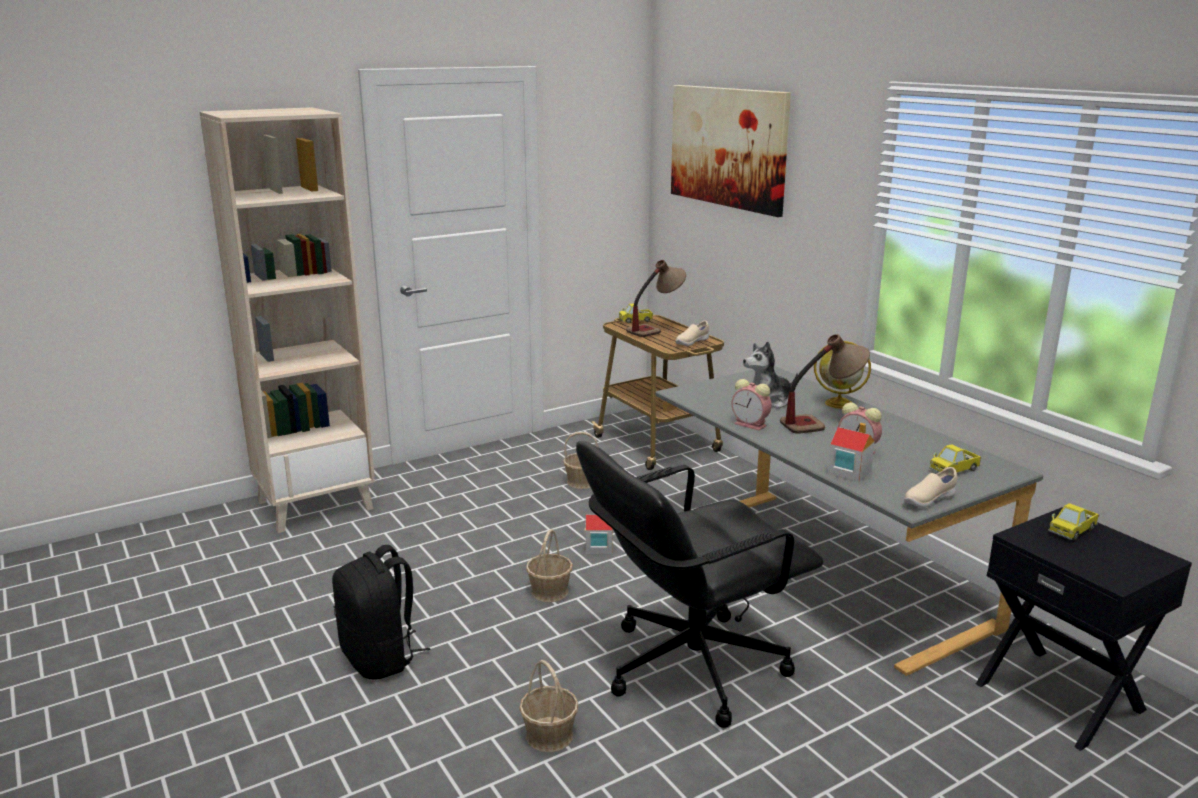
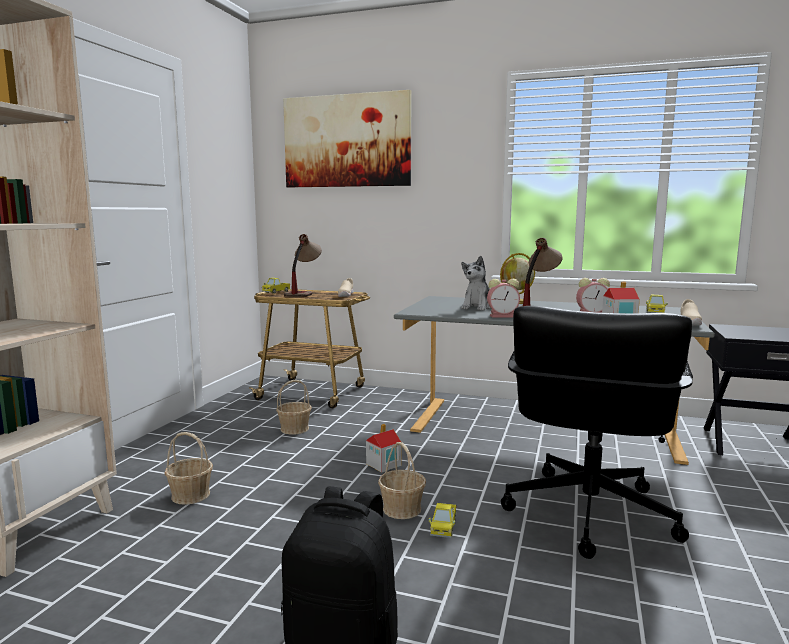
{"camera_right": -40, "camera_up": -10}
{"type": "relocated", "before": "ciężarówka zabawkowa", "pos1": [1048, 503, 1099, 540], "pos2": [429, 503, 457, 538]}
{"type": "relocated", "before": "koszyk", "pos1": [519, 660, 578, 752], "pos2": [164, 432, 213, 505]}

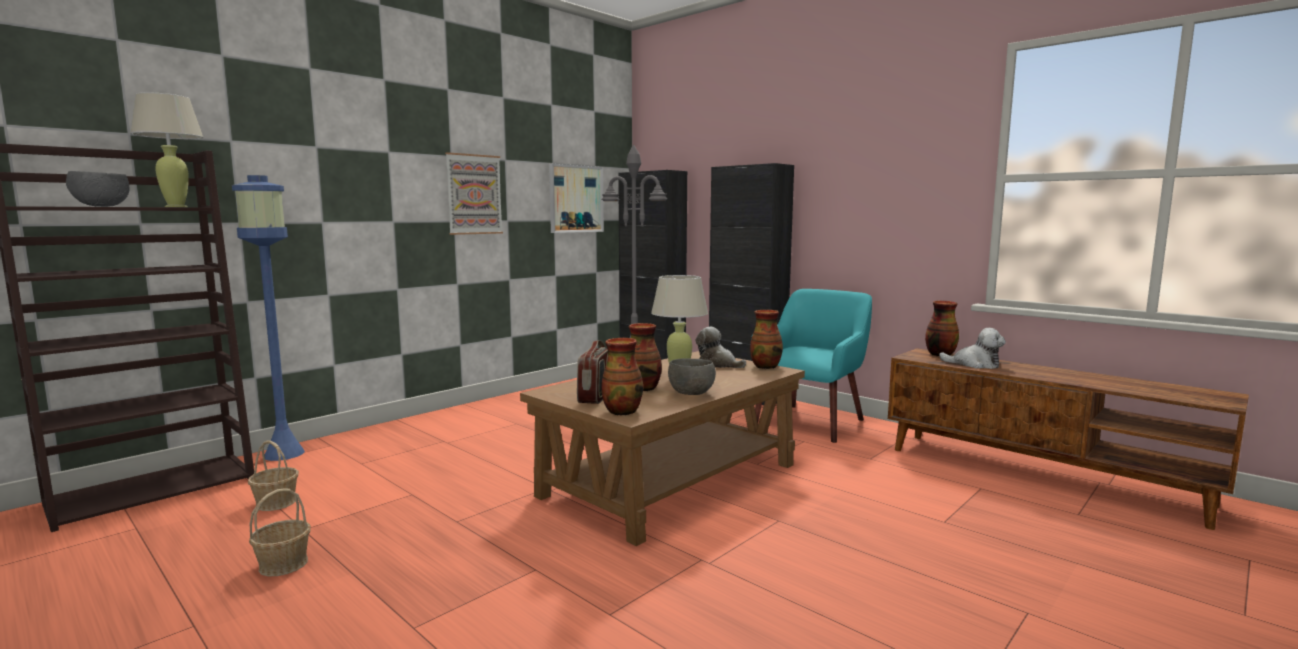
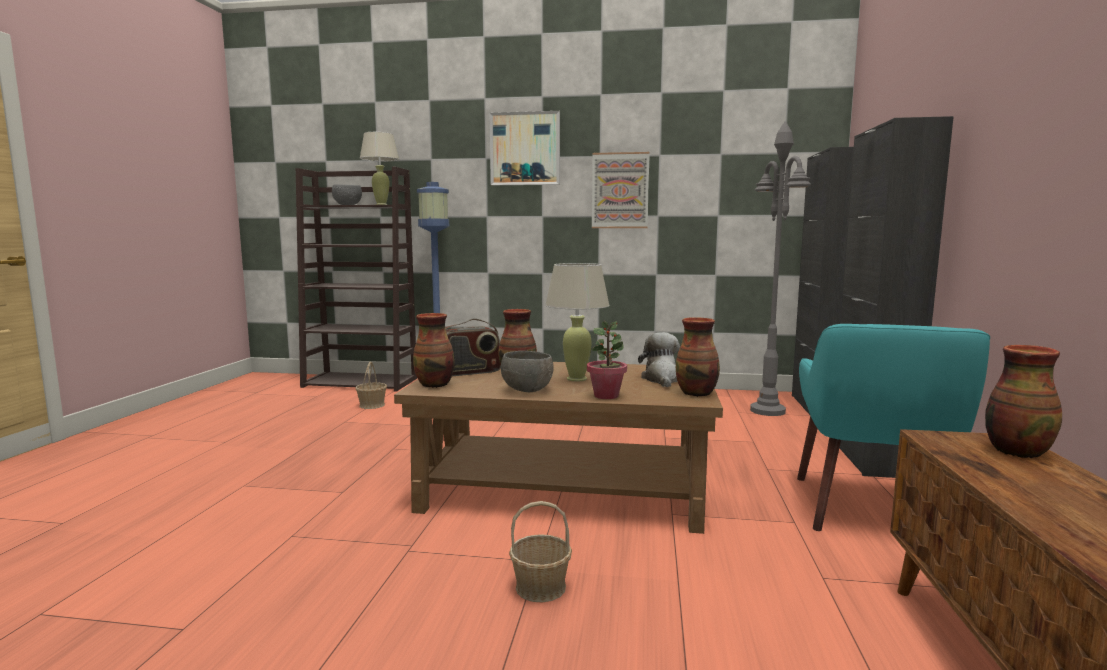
{"camera_right": 55, "camera_up": 0}
{"type": "relocated", "before": "obraz", "pos1": [549, 164, 604, 233], "pos2": [489, 111, 560, 185]}
{"type": "spun", "before": "fotel [turkusowy]", "pos1": [751, 289, 872, 443], "pos2": [797, 324, 990, 531], "turn": 105}
{"type": "missing", "before": "pluszak", "pos1": [939, 328, 1006, 369]}
{"type": "relocated", "before": "koszyk", "pos1": [249, 488, 311, 576], "pos2": [509, 501, 572, 603]}
{"type": "appeared", "after": "roślina doniczkowa", "pos2": [587, 321, 627, 399]}

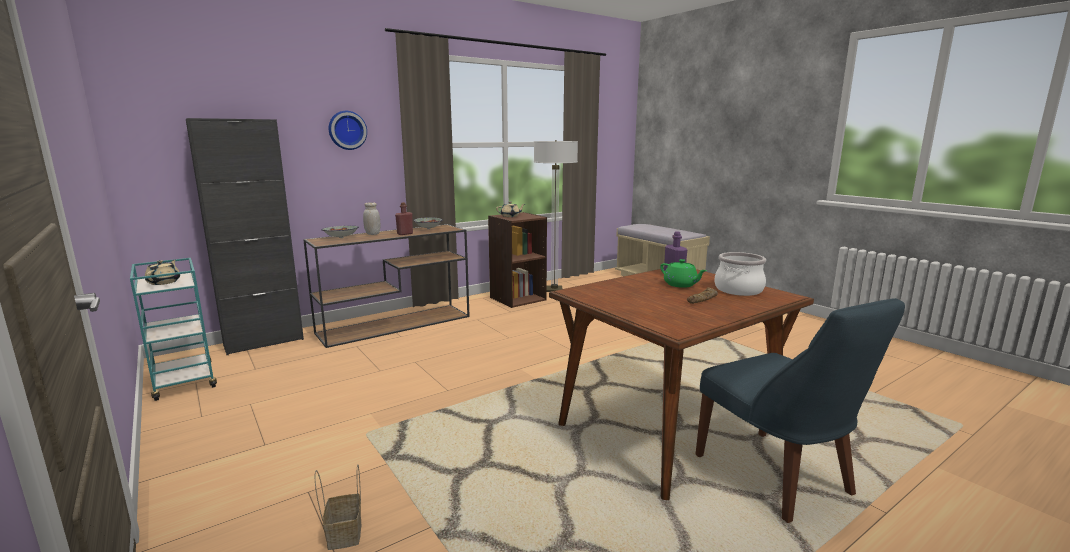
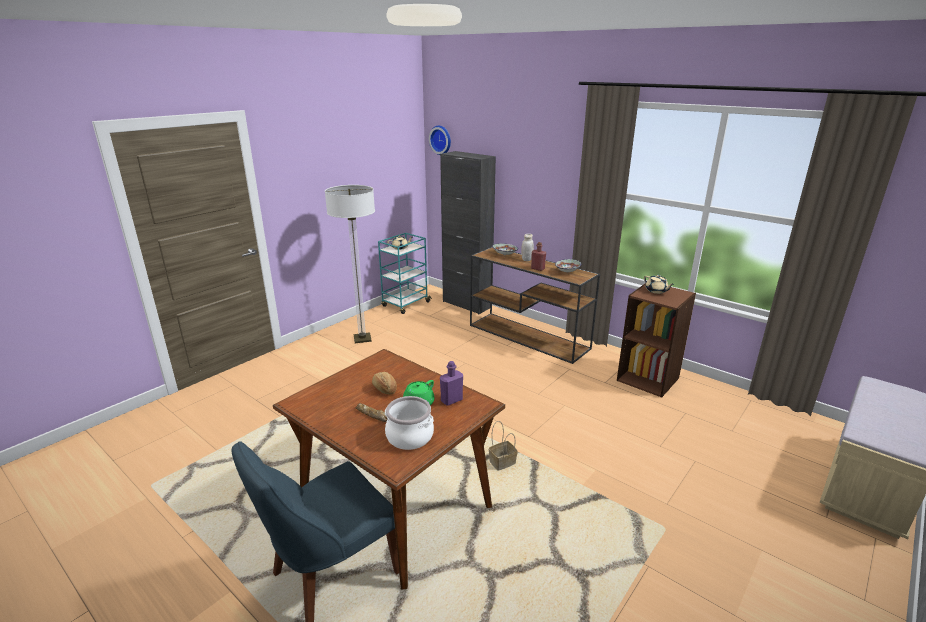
{"camera_right": 75, "camera_up": 10}
{"type": "relocated", "before": "zegar ścienny", "pos1": [329, 111, 367, 150], "pos2": [429, 126, 451, 155]}
{"type": "relocated", "before": "lampa stojąca", "pos1": [534, 140, 578, 292], "pos2": [325, 185, 375, 343]}
{"type": "relocated", "before": "koszyk", "pos1": [315, 464, 361, 550], "pos2": [489, 421, 518, 471]}
{"type": "appeared", "after": "chleb", "pos2": [372, 372, 397, 395]}

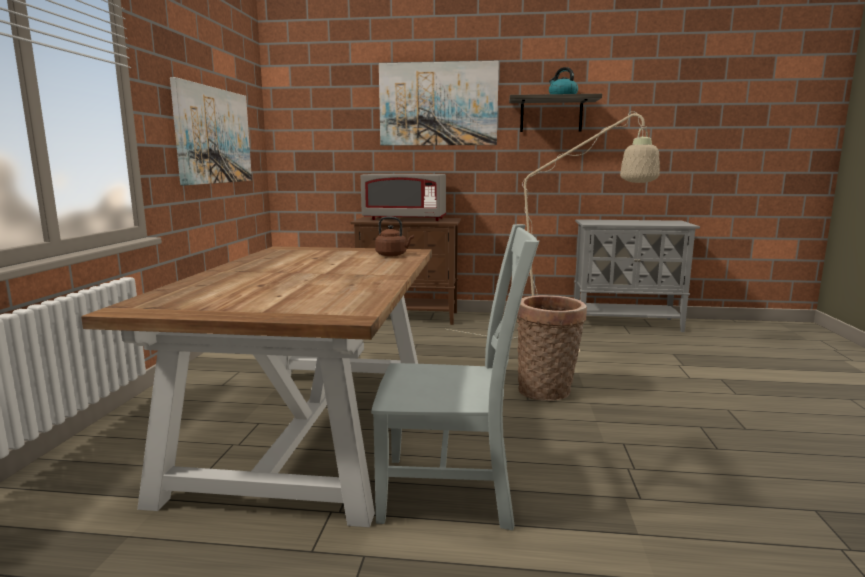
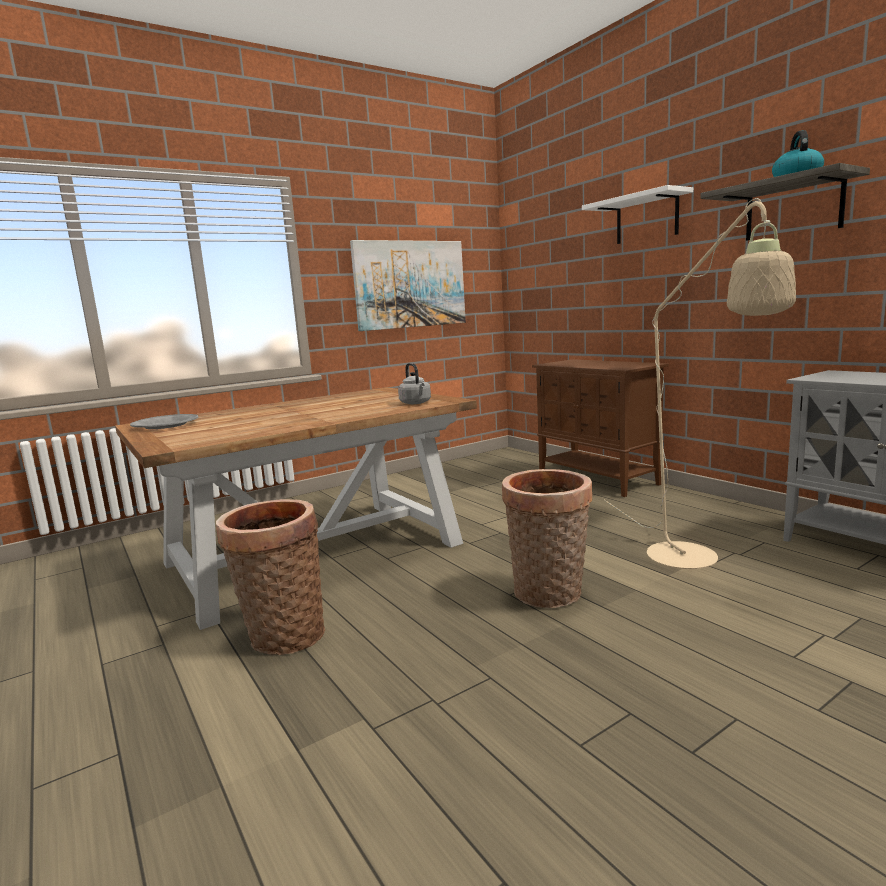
{"camera_right": 50, "camera_up": 0}
{"type": "exchanged", "before": "obraz", "after": "półka [biały]", "pos1": [379, 61, 499, 146], "pos2": [582, 185, 693, 244]}
{"type": "missing", "before": "mikrofalówka [szary]", "pos1": [361, 174, 446, 221]}
{"type": "colour", "before": "czajnik [brązowy]", "after": "czajnik [szary]", "pos1": [375, 216, 414, 256], "pos2": [398, 363, 431, 404]}
{"type": "exchanged", "before": "krzesło [szary]", "after": "koszyk", "pos1": [371, 224, 539, 531], "pos2": [216, 499, 325, 655]}
{"type": "appeared", "after": "talerz [szary]", "pos2": [130, 414, 198, 429]}

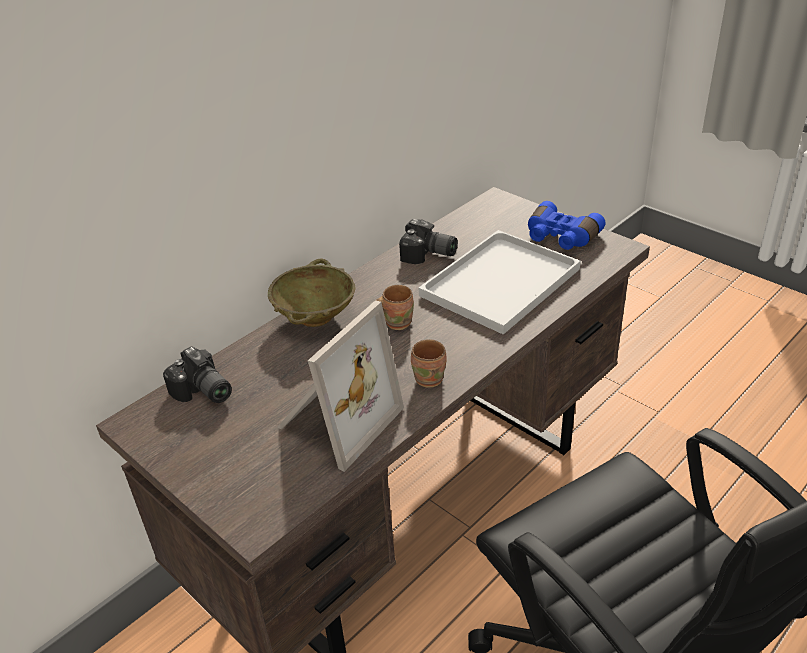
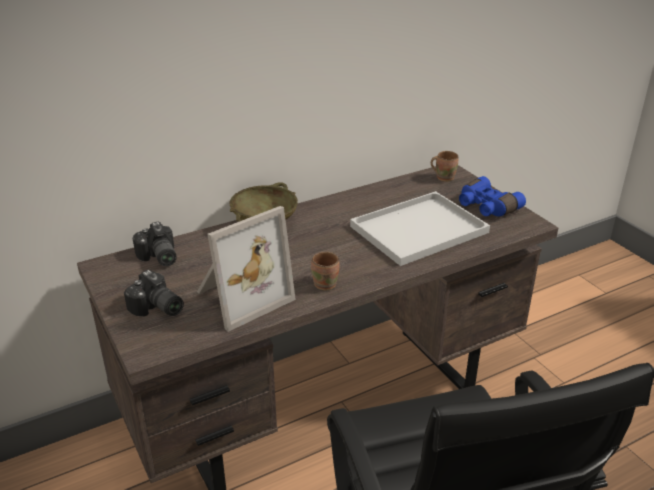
{"camera_right": 15, "camera_up": -5}
{"type": "relocated", "before": "aparat fotograficzny", "pos1": [399, 219, 458, 264], "pos2": [124, 270, 184, 316]}
{"type": "relocated", "before": "kubek [brązowy]", "pos1": [376, 285, 414, 330], "pos2": [431, 151, 458, 182]}

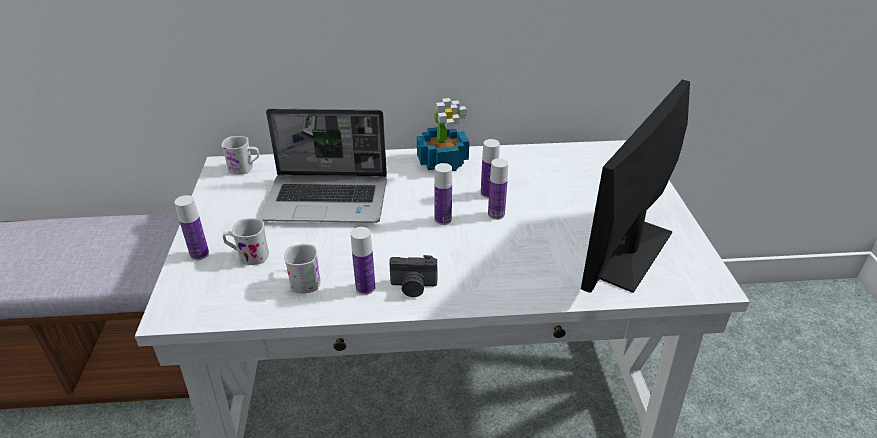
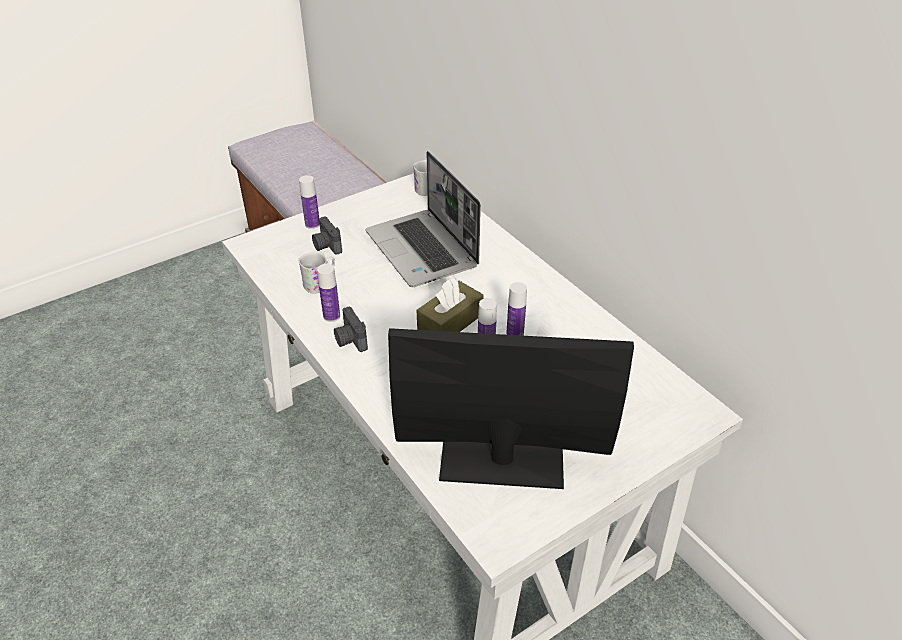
{"camera_right": 60, "camera_up": 5}
{"type": "missing", "before": "roślina doniczkowa", "pos1": [417, 98, 469, 171]}
{"type": "exchanged", "before": "butelka", "after": "pudełko chusteczek [brązowy]", "pos1": [434, 163, 452, 225], "pos2": [417, 278, 484, 332]}
{"type": "exchanged", "before": "kubek [biały]", "after": "aparat fotograficzny", "pos1": [223, 218, 269, 265], "pos2": [312, 217, 342, 255]}

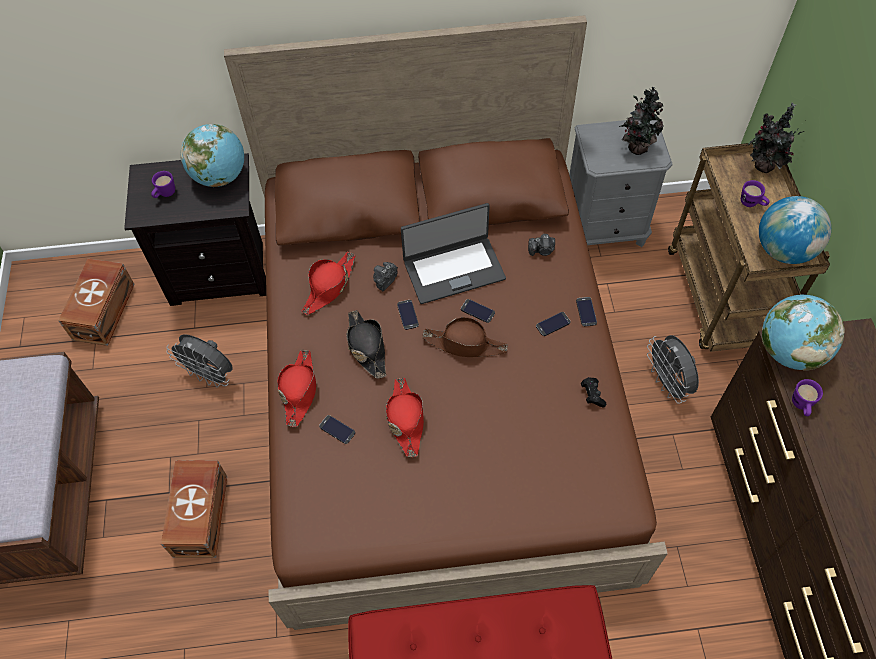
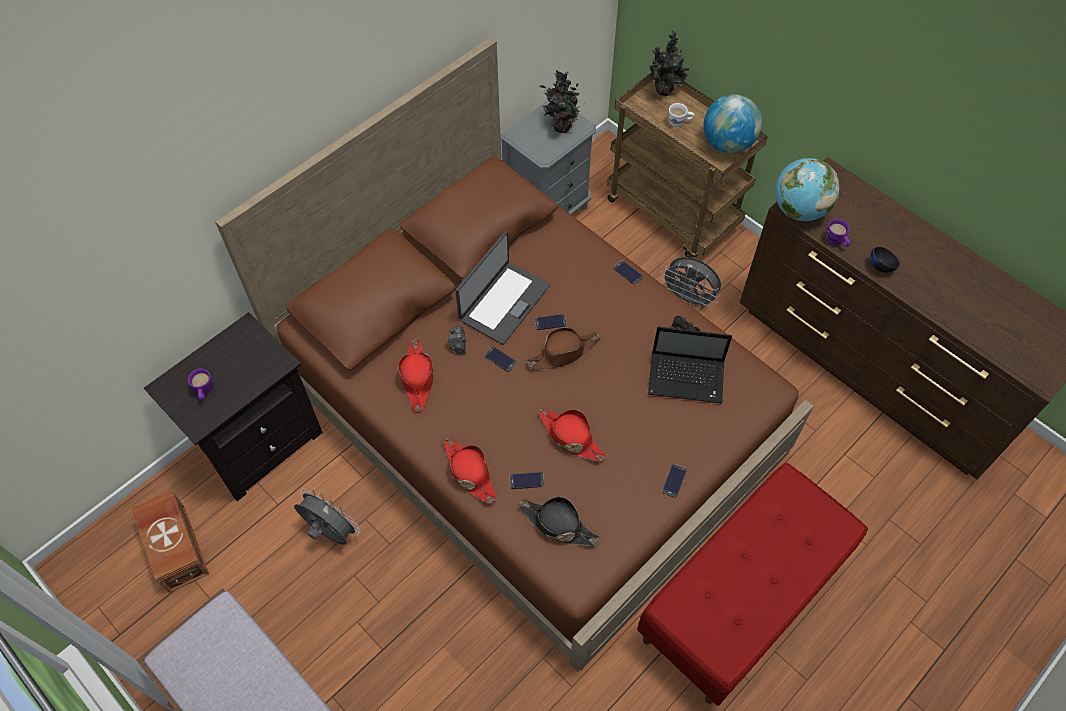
{"camera_right": -40, "camera_up": 0}
{"type": "missing", "before": "globus", "pos1": [180, 124, 244, 187]}
{"type": "colour", "before": "kubek [fioletowy]", "after": "kubek [biały]", "pos1": [741, 180, 770, 207], "pos2": [669, 103, 694, 127]}
{"type": "missing", "before": "aparat fotograficzny", "pos1": [528, 234, 555, 256]}
{"type": "relocated", "before": "kapelusz [czarny]", "pos1": [347, 310, 386, 378], "pos2": [519, 496, 600, 546]}
{"type": "relocated", "before": "telefon", "pos1": [536, 312, 570, 336], "pos2": [662, 464, 687, 497]}
{"type": "spun", "before": "wentylator [szary]", "pos1": [166, 334, 233, 387], "pos2": [294, 488, 361, 545], "turn": -135}
{"type": "missing", "before": "pojemnik do przechowywania [brązowy]", "pos1": [161, 460, 227, 558]}
{"type": "appeared", "after": "miska [czarny]", "pos2": [870, 246, 900, 273]}
{"type": "appeared", "after": "laptop", "pos2": [648, 326, 732, 403]}

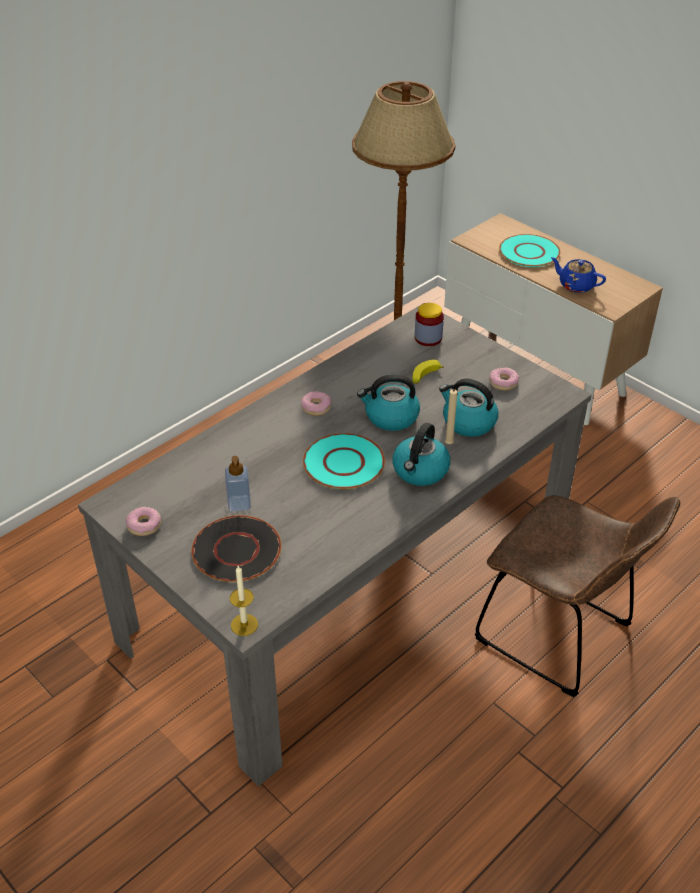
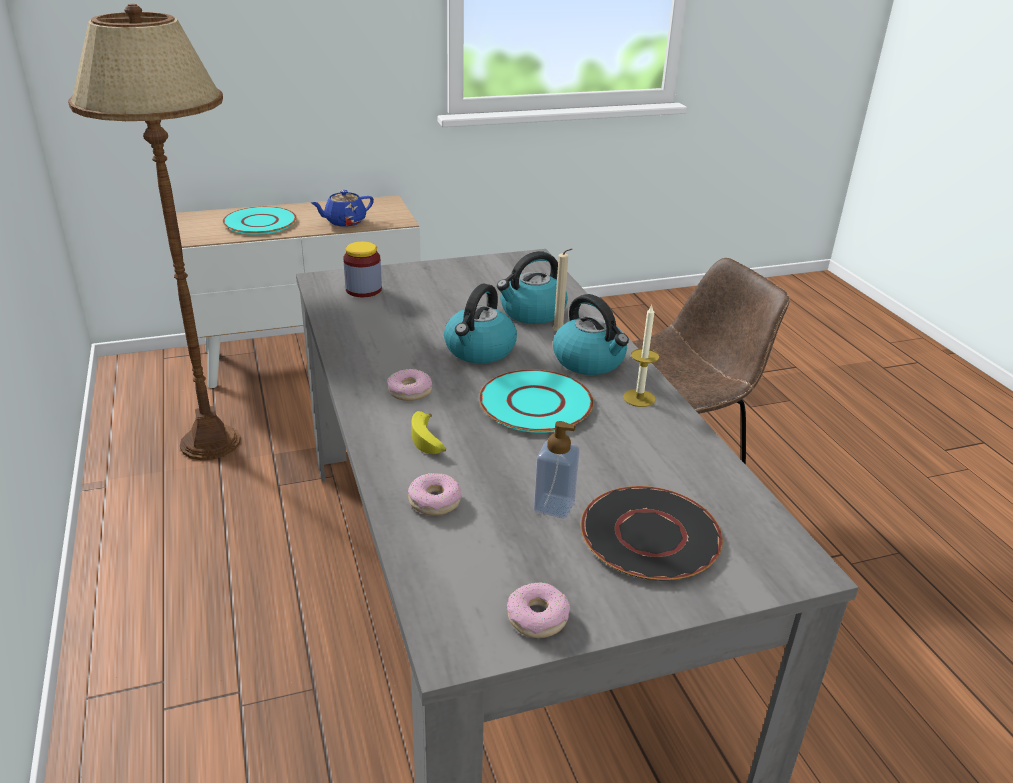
{"camera_right": -65, "camera_up": -10}
{"type": "relocated", "before": "banan", "pos1": [412, 360, 444, 384], "pos2": [411, 411, 446, 454]}
{"type": "relocated", "before": "donut", "pos1": [489, 367, 519, 391], "pos2": [408, 473, 461, 515]}
{"type": "relocated", "before": "świeca", "pos1": [230, 566, 258, 636], "pos2": [623, 305, 659, 407]}

